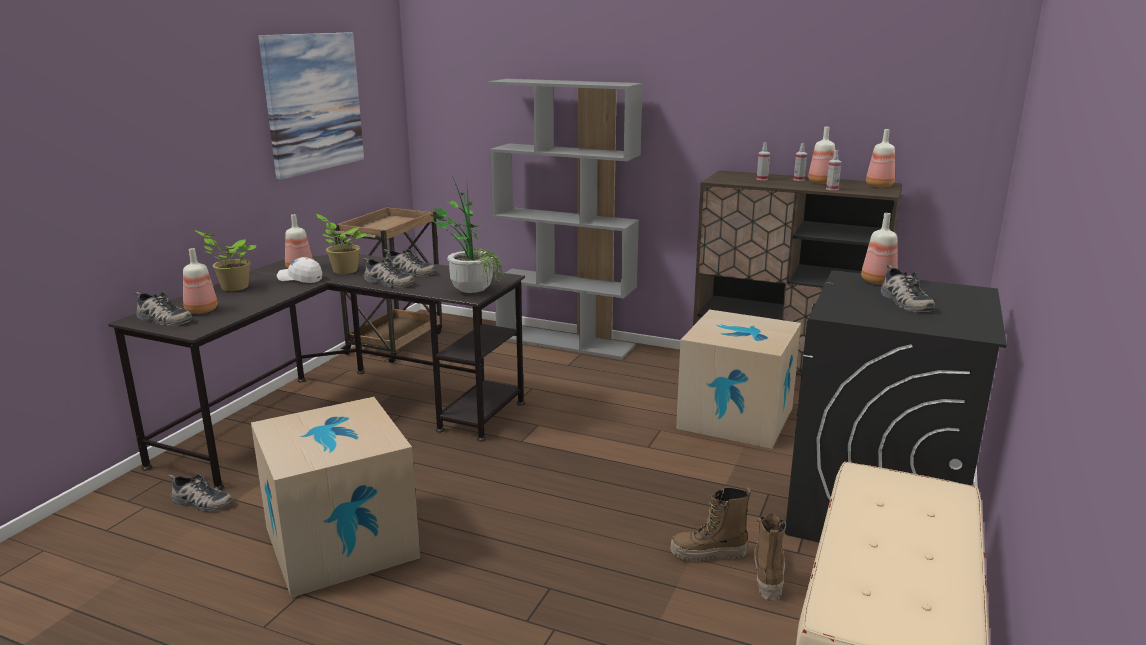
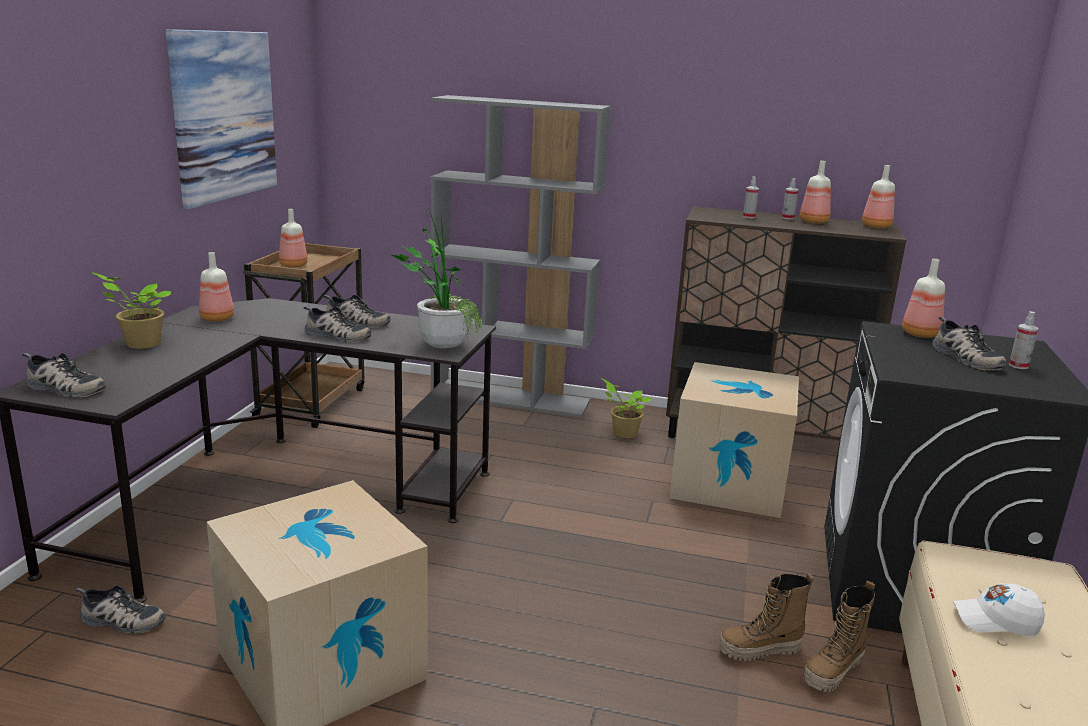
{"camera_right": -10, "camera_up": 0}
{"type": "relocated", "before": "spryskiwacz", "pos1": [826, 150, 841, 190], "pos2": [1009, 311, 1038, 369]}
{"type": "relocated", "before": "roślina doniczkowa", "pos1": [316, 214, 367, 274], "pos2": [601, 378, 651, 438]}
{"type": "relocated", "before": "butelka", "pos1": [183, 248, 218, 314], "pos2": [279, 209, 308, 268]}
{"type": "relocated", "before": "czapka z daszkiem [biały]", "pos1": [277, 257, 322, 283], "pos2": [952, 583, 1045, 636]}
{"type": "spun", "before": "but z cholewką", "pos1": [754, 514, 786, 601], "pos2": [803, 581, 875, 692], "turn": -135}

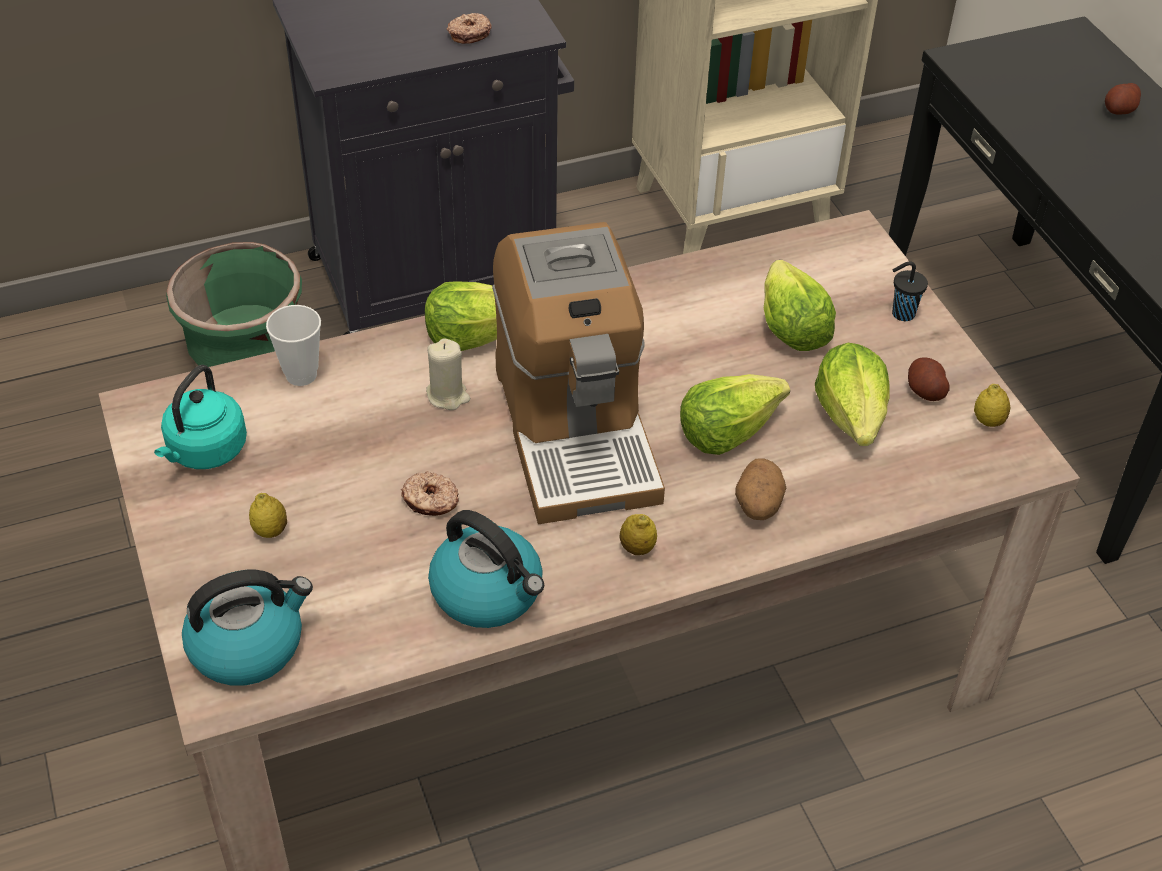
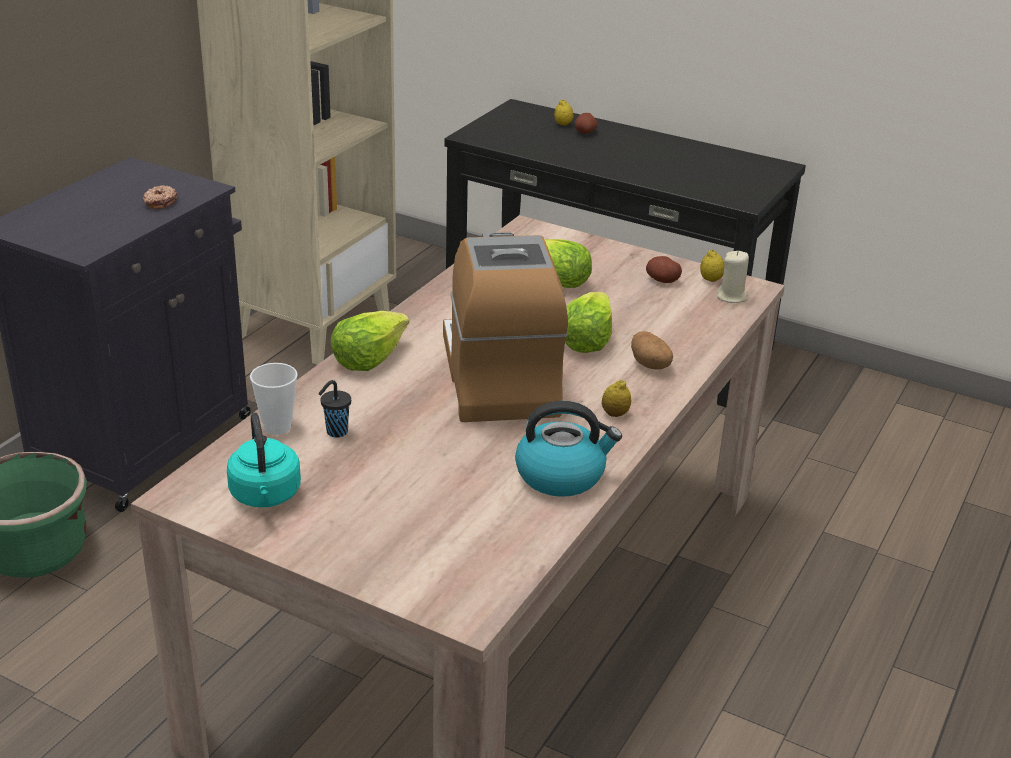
{"camera_right": -40, "camera_up": -15}
{"type": "spun", "before": "ekspres do kawy", "pos1": [492, 222, 665, 524], "pos2": [443, 232, 568, 422], "turn": -135}
{"type": "relocated", "before": "filiżanka [czarny]", "pos1": [892, 262, 928, 321], "pos2": [318, 380, 351, 438]}
{"type": "relocated", "before": "świeca [beżowy]", "pos1": [426, 338, 470, 410], "pos2": [717, 251, 749, 303]}
{"type": "missing", "before": "sałata", "pos1": [815, 343, 890, 446]}
{"type": "missing", "before": "donut", "pos1": [401, 471, 459, 516]}
{"type": "relocated", "before": "cytryna", "pos1": [249, 493, 287, 538], "pos2": [554, 100, 573, 126]}
{"type": "missing", "before": "czajnik", "pos1": [182, 570, 313, 686]}

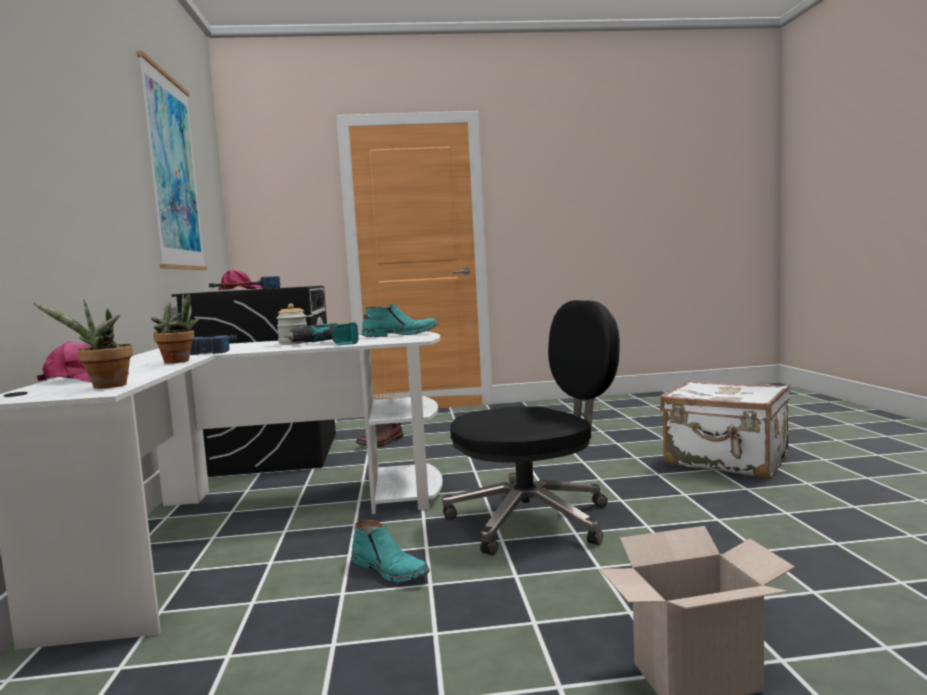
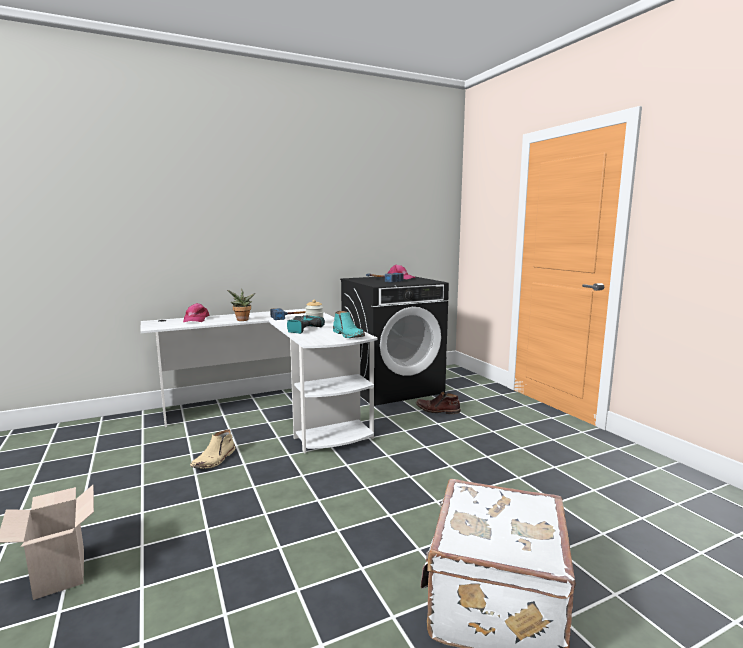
{"camera_right": 70, "camera_up": 5}
{"type": "missing", "before": "obraz", "pos1": [136, 51, 207, 270]}
{"type": "missing", "before": "roślina doniczkowa", "pos1": [33, 299, 133, 389]}
{"type": "missing", "before": "krzesło biurowe [czarny]", "pos1": [442, 300, 620, 555]}
{"type": "colour", "before": "but z cholewką [turkusowy]", "after": "but z cholewką [beżowy]", "pos1": [352, 520, 430, 582], "pos2": [190, 429, 235, 469]}

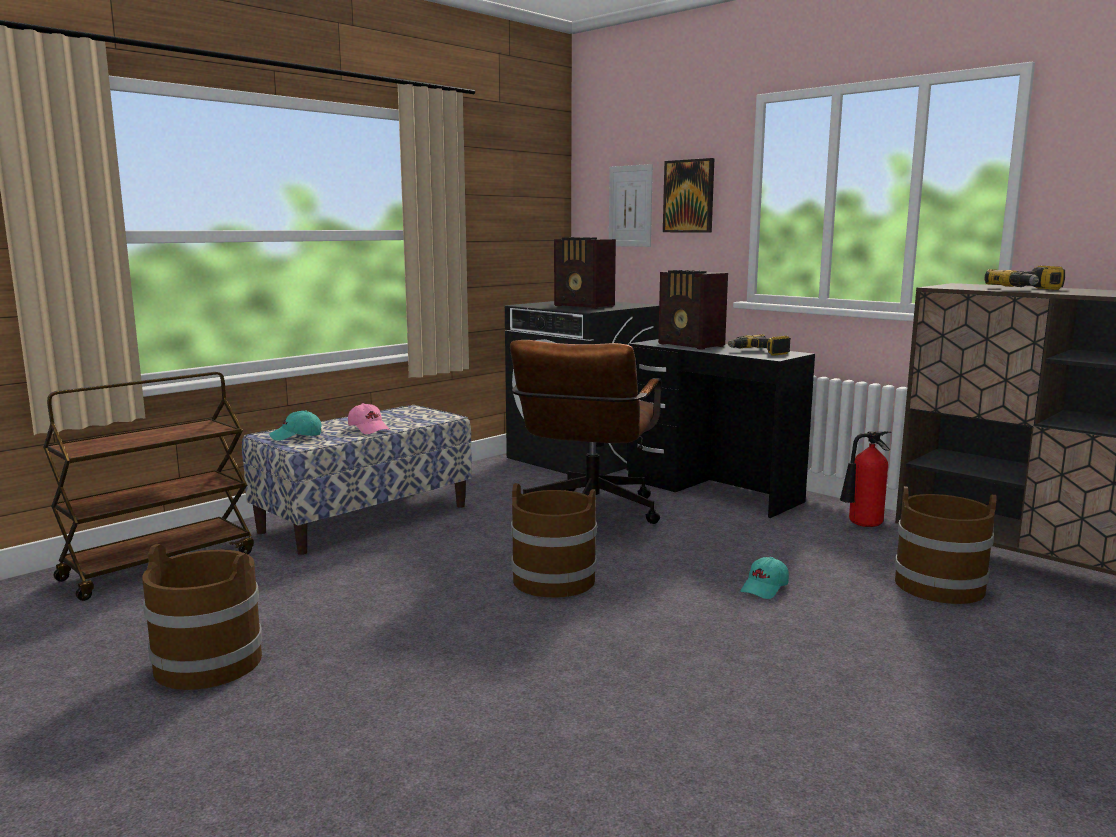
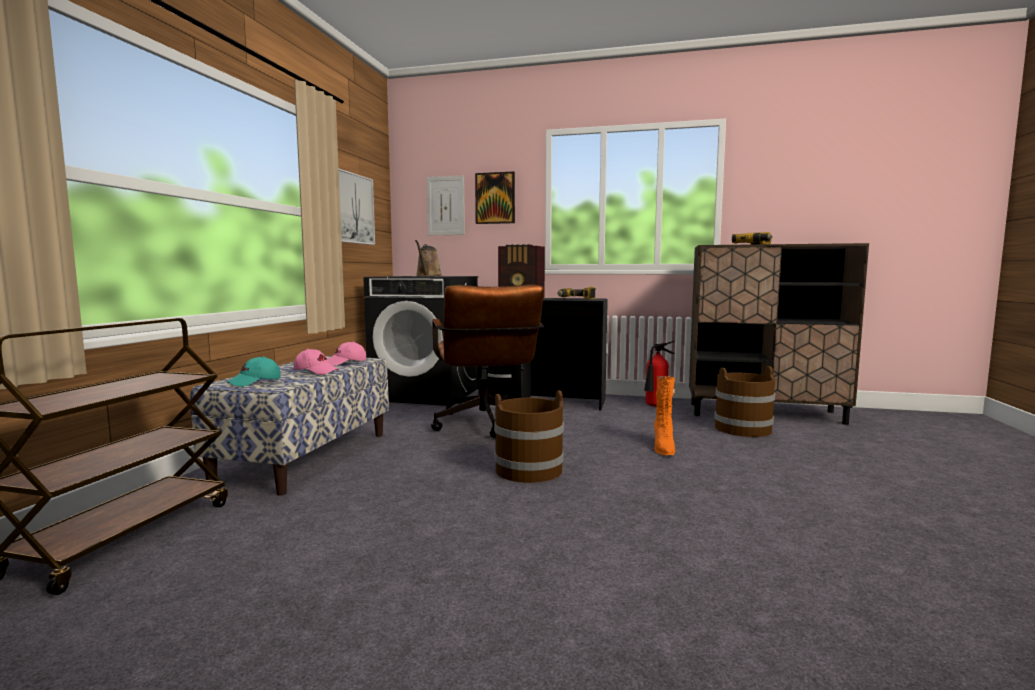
{"camera_right": -30, "camera_up": -5}
{"type": "exchanged", "before": "radio", "after": "konewka [brązowy]", "pos1": [554, 237, 616, 309], "pos2": [415, 240, 442, 276]}
{"type": "missing", "before": "wiadro [brązowy]", "pos1": [142, 544, 262, 690]}
{"type": "exchanged", "before": "czapka z daszkiem [turkusowy]", "after": "but z cholewką [pomarańczowy]", "pos1": [740, 557, 789, 599], "pos2": [654, 376, 675, 456]}
{"type": "appeared", "after": "obraz", "pos2": [339, 169, 375, 245]}
{"type": "appeared", "after": "czapka z daszkiem [różowy]", "pos2": [327, 342, 366, 365]}

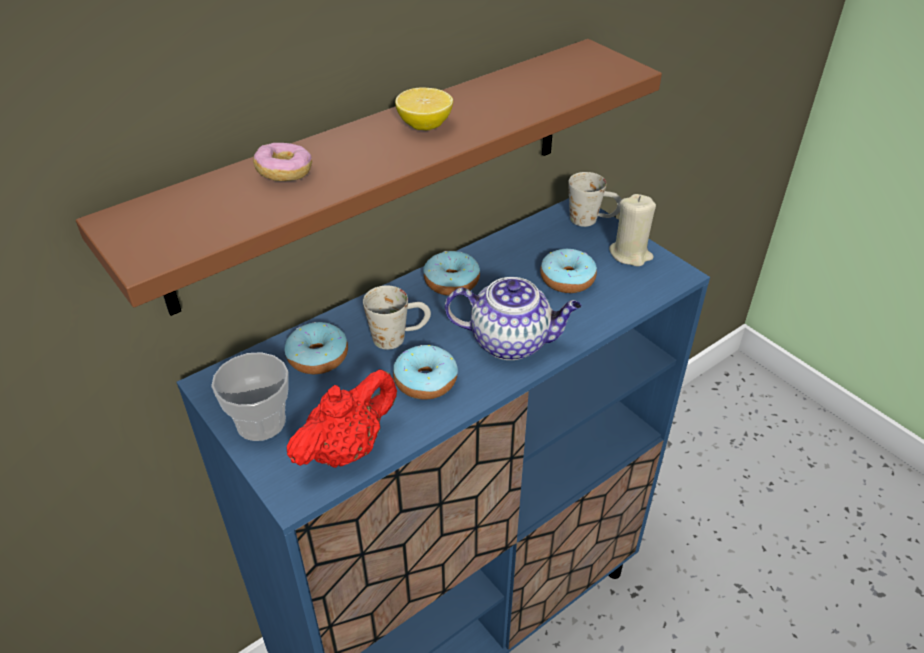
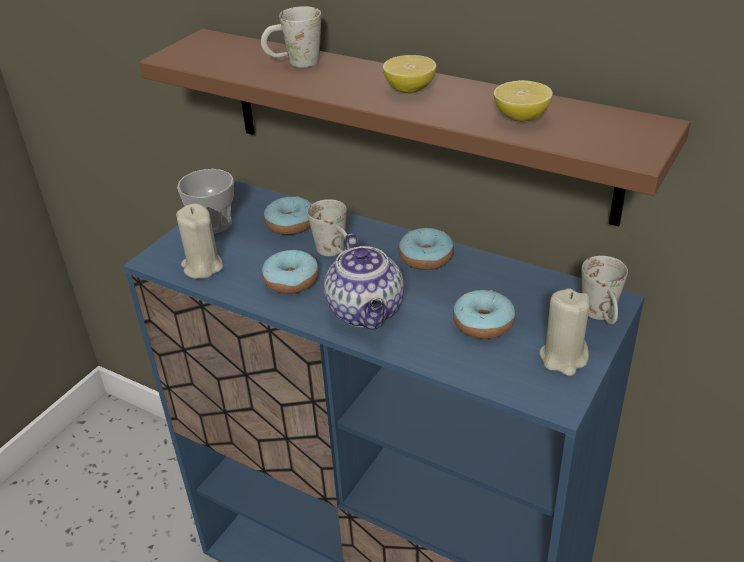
{"camera_right": 70, "camera_up": -5}
{"type": "exchanged", "before": "donut", "after": "kubek [biały]", "pos1": [253, 143, 312, 181], "pos2": [261, 6, 321, 68]}
{"type": "exchanged", "before": "imbryk [czerwony]", "after": "świeca [beżowy]", "pos1": [287, 369, 397, 468], "pos2": [176, 204, 223, 279]}
{"type": "appeared", "after": "cytryna", "pos2": [494, 80, 553, 122]}

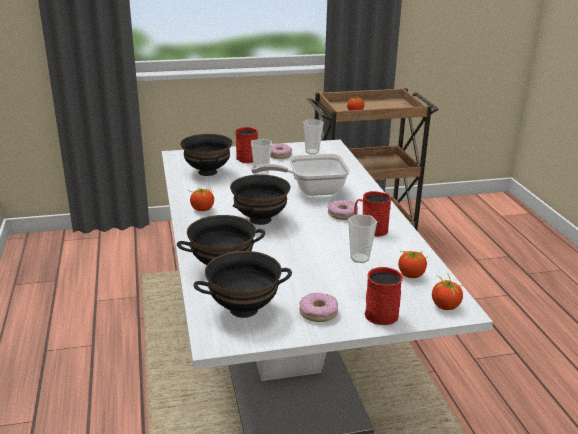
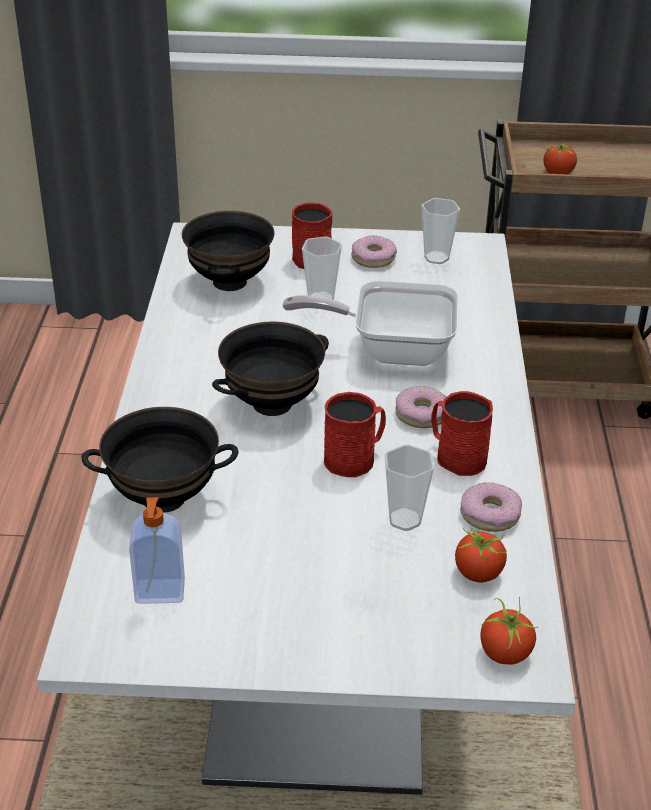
{"camera_right": 15, "camera_up": 10}
{"type": "missing", "before": "pomidor", "pos1": [188, 188, 214, 211]}
{"type": "exchanged", "before": "miska [czarny]", "after": "dozownik mydła", "pos1": [194, 251, 292, 318], "pos2": [129, 497, 185, 604]}
{"type": "relocated", "before": "kubek [czerwony]", "pos1": [365, 267, 403, 325], "pos2": [324, 392, 386, 477]}
{"type": "relocated", "before": "donut", "pos1": [299, 293, 338, 322], "pos2": [460, 482, 522, 532]}

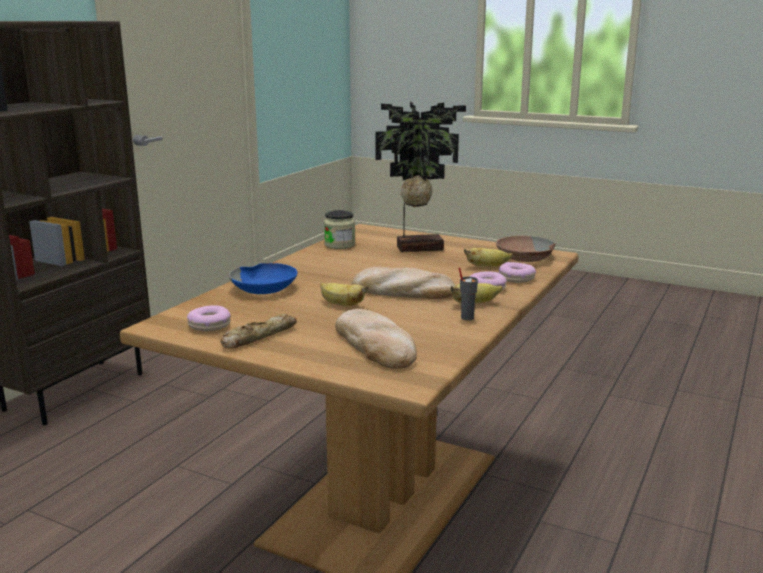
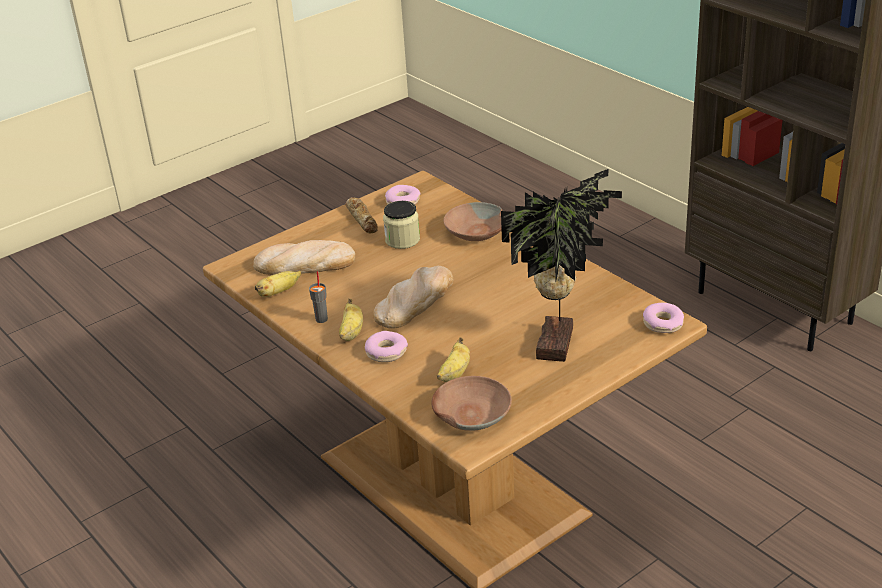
{"camera_right": 115, "camera_up": 15}
{"type": "relocated", "before": "słoik", "pos1": [324, 210, 355, 249], "pos2": [383, 201, 420, 249]}
{"type": "relocated", "before": "donut", "pos1": [499, 262, 536, 283], "pos2": [643, 303, 684, 333]}
{"type": "colour", "before": "miska [niebieski]", "after": "miska [brązowy]", "pos1": [229, 263, 297, 294], "pos2": [443, 202, 502, 241]}
{"type": "relocated", "before": "banan", "pos1": [320, 283, 368, 306], "pos2": [255, 271, 302, 297]}

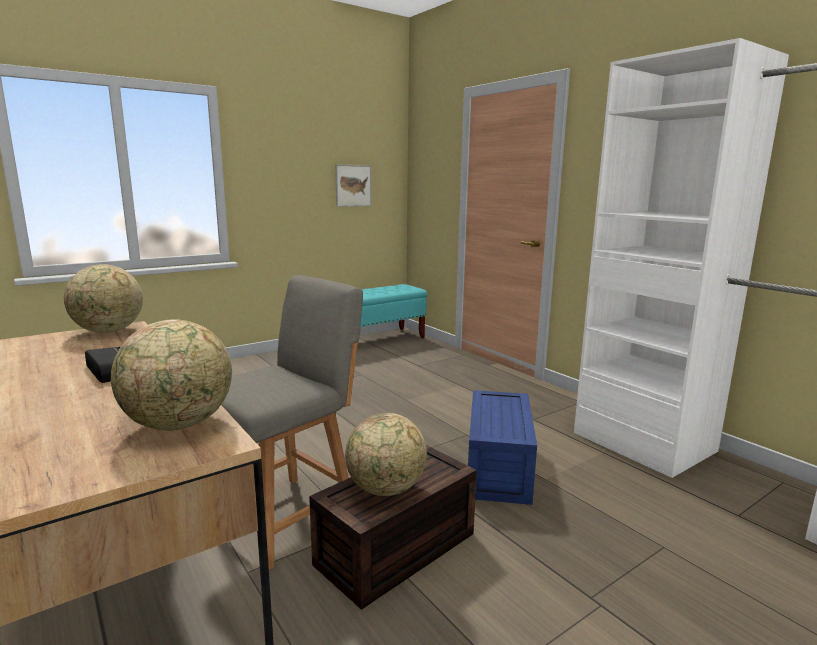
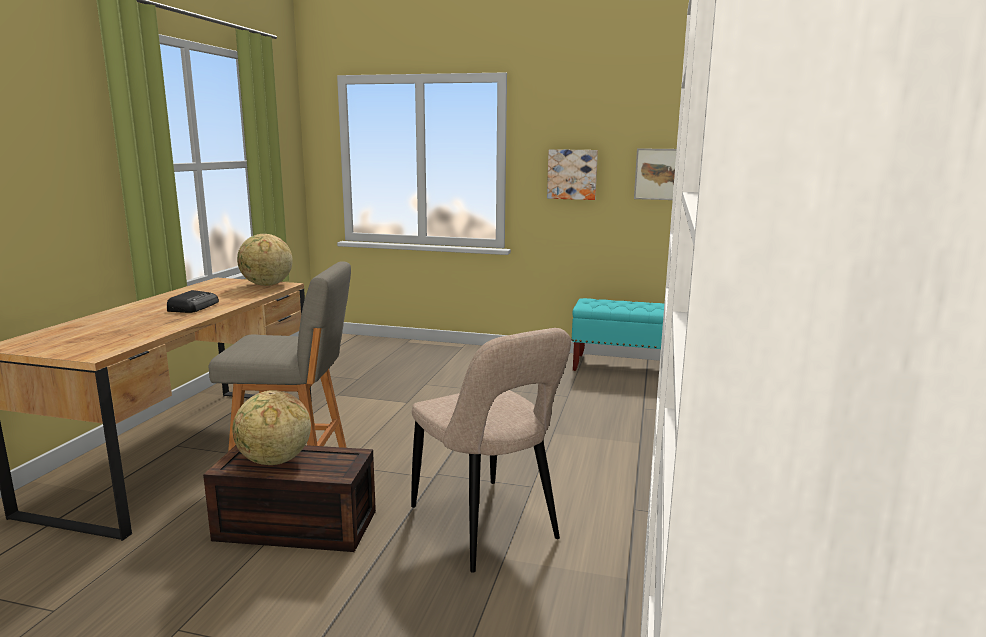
{"camera_right": 50, "camera_up": 0}
{"type": "missing", "before": "globus", "pos1": [111, 319, 232, 431]}
{"type": "exchanged", "before": "pojemnik do przechowywania [niebieski]", "after": "krzesło [beżowy]", "pos1": [468, 390, 537, 505], "pos2": [411, 328, 571, 573]}
{"type": "appeared", "after": "obraz", "pos2": [547, 149, 598, 200]}

